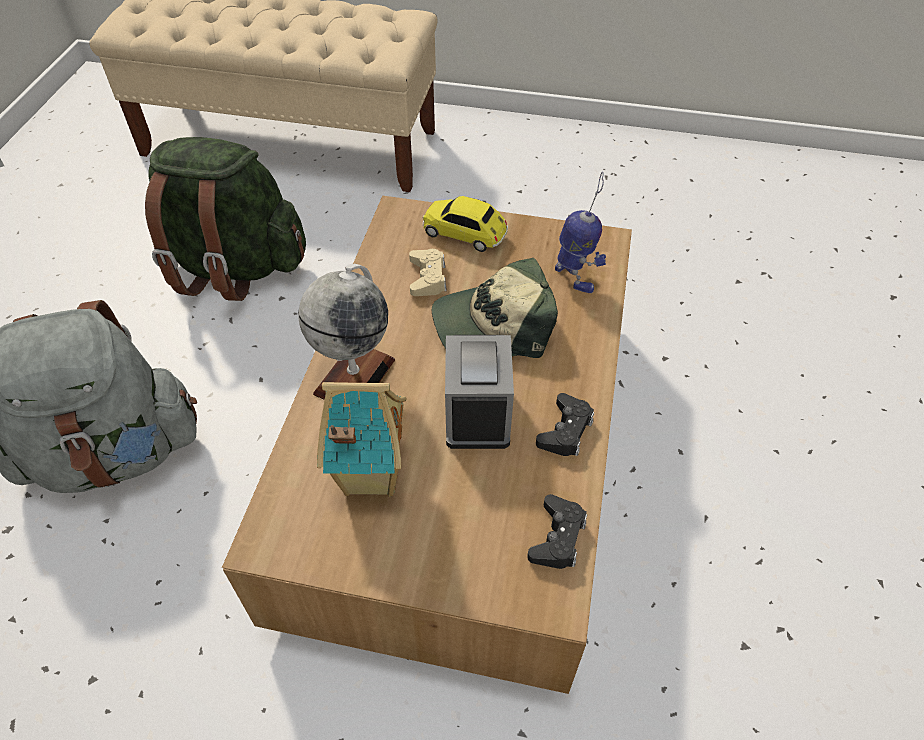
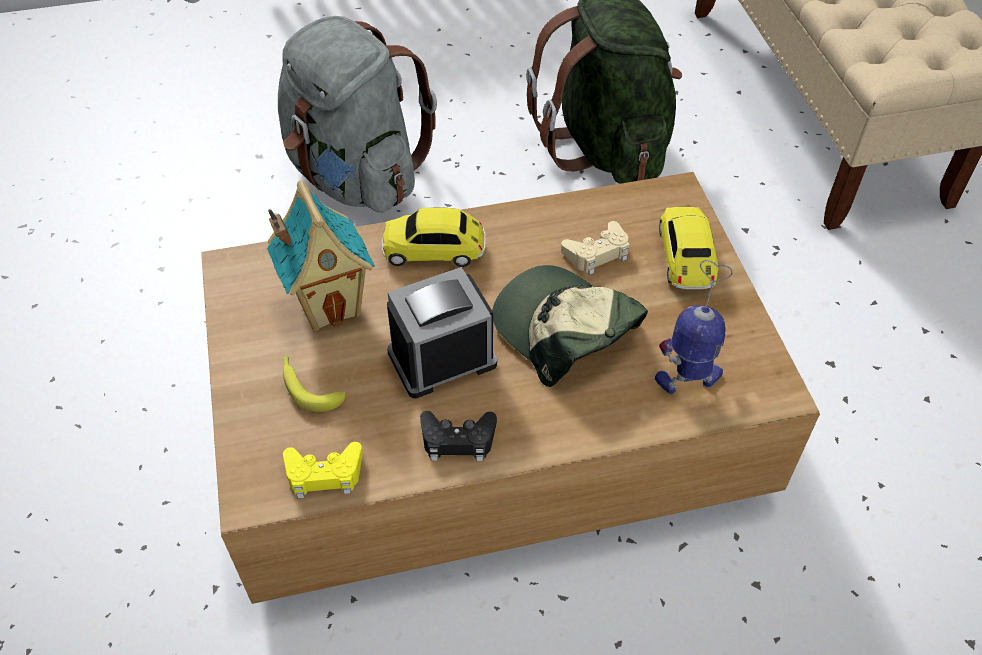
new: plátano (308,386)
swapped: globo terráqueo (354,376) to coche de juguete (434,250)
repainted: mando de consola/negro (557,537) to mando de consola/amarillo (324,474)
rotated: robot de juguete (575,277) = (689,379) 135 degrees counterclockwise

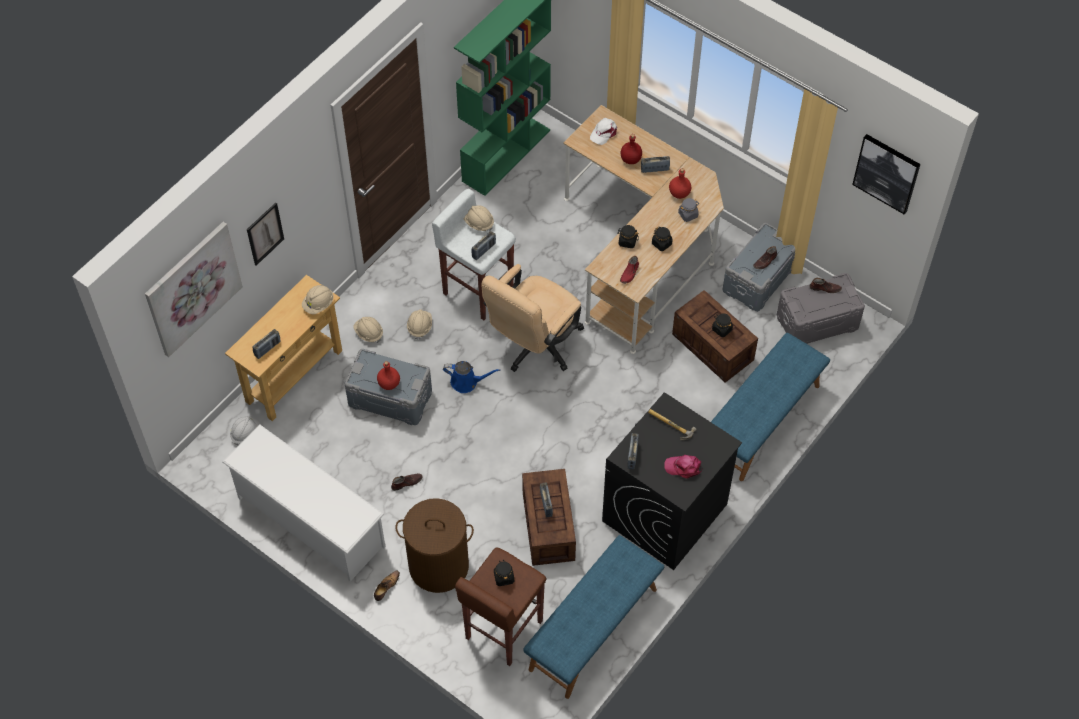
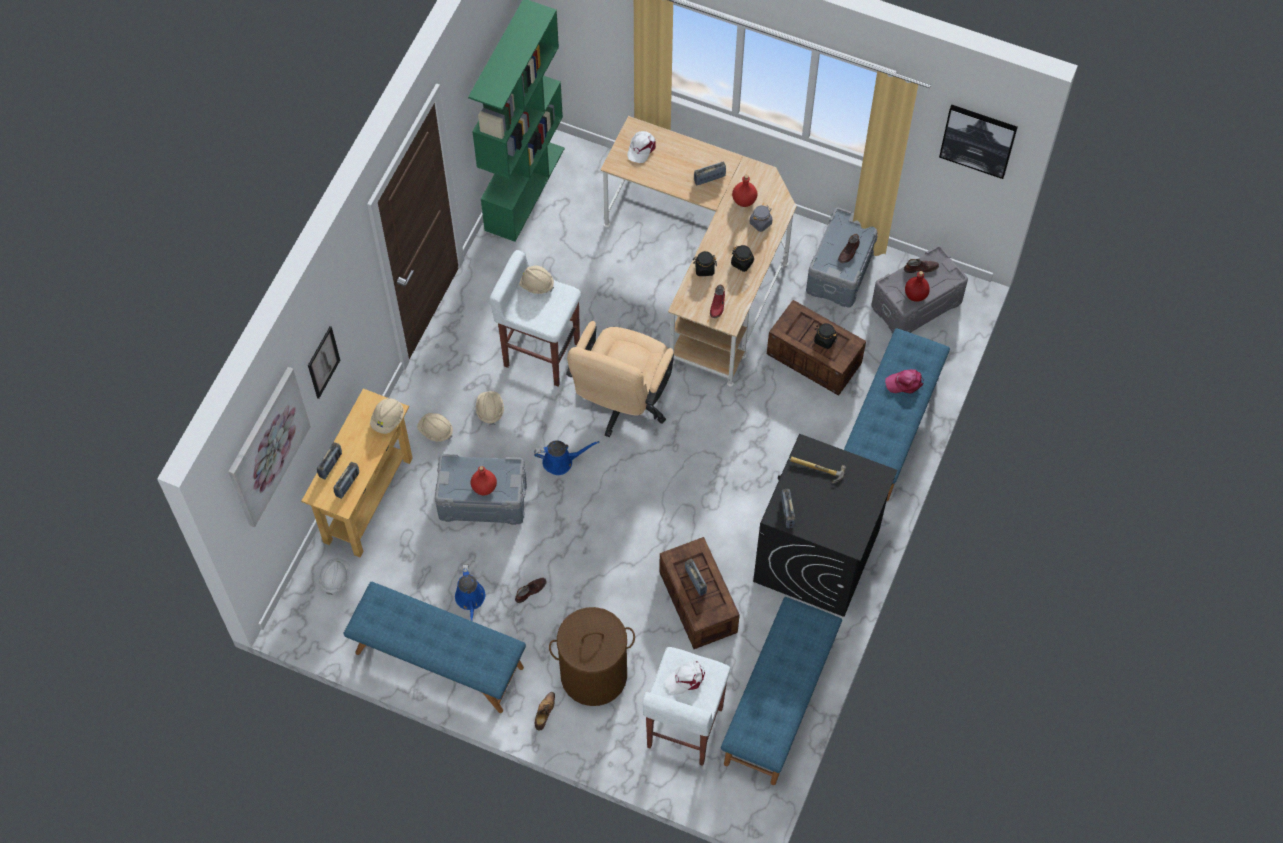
new: regadera/azul (470,599)
shifted: radio (484,250) to (330,465); botella/rojo (631,159) to (916,295); gorra/rosa (683,467) to (905,383)
swapped: zapatero/blanco (310,521) to banco/azul (438,660); tarro/negro (504,577) to gorra/blanco (686,678)
repainted: taburete/marrón (502,630) to taburete/blanco (683,728)

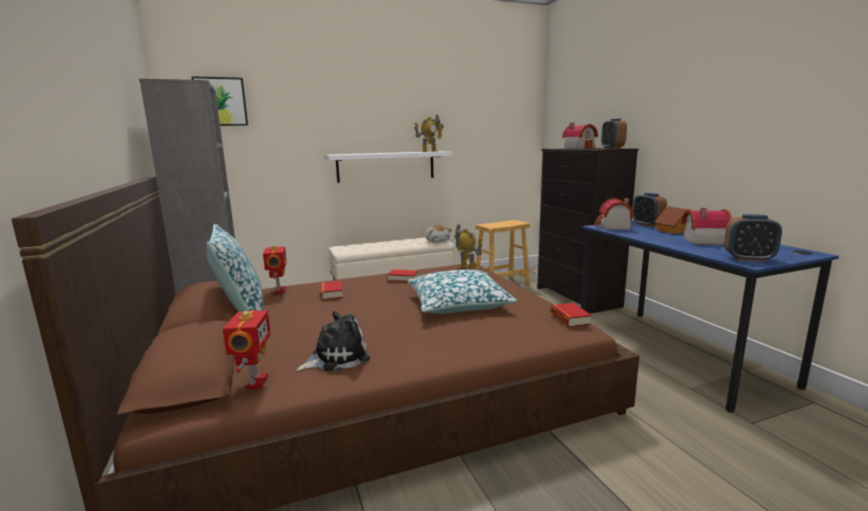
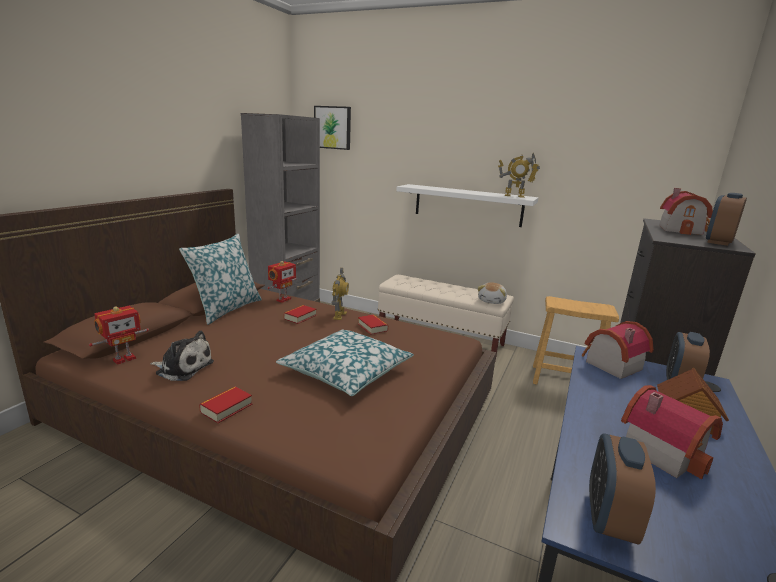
shifted: robot de juguete (468,268) to (339,315); libro (570,319) to (226,408)
rotated: despertador (748,259) = (609,518) 45 degrees clockwise

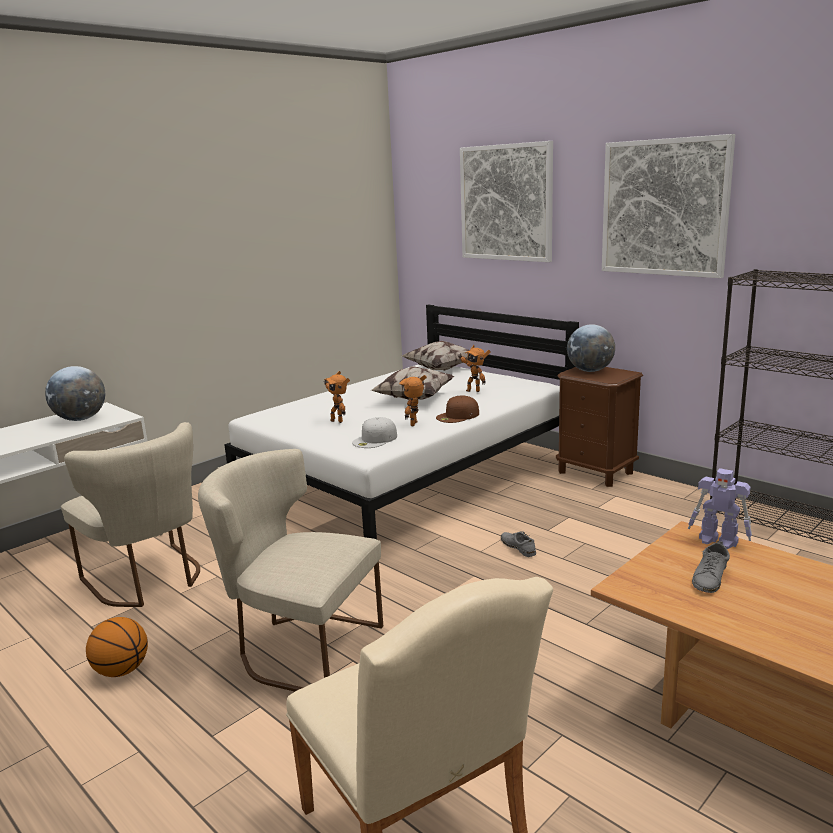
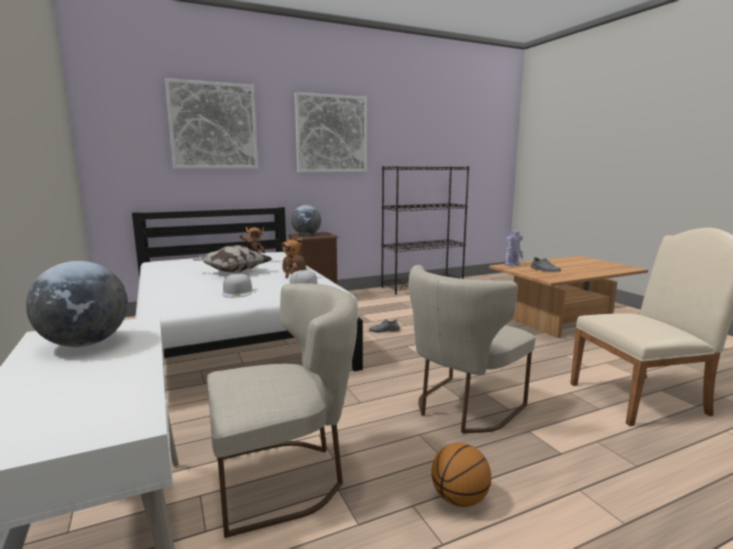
gone: cojín (441,368)
swapped: robot de juguete (338,421) to gorra/blanco (237,292)

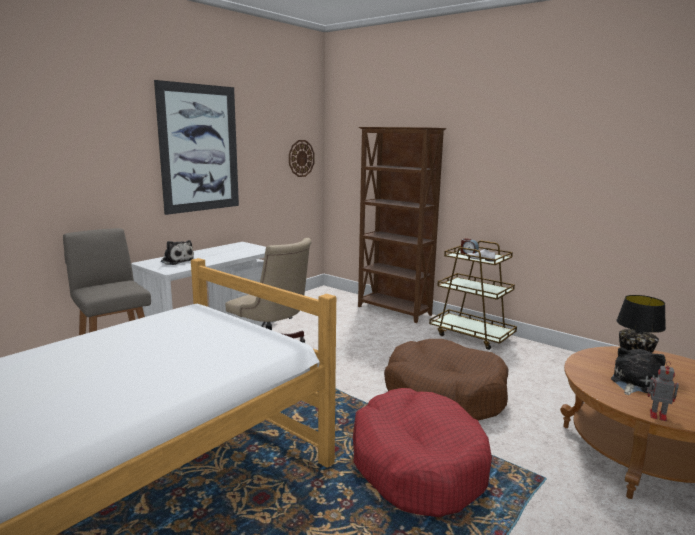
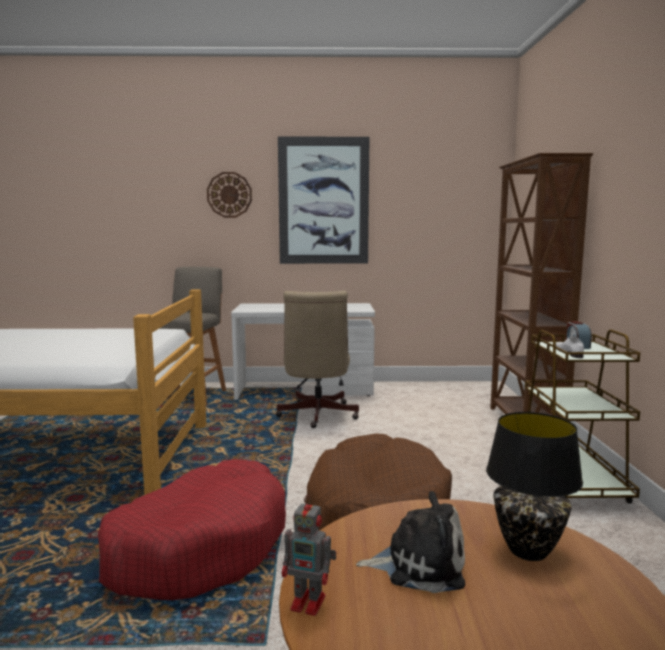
gone: peluche (177,261)
shifted: reloj de pared (301,158) to (229,195)
rotated: robot de juguete (656,415) = (310,603) 120 degrees clockwise

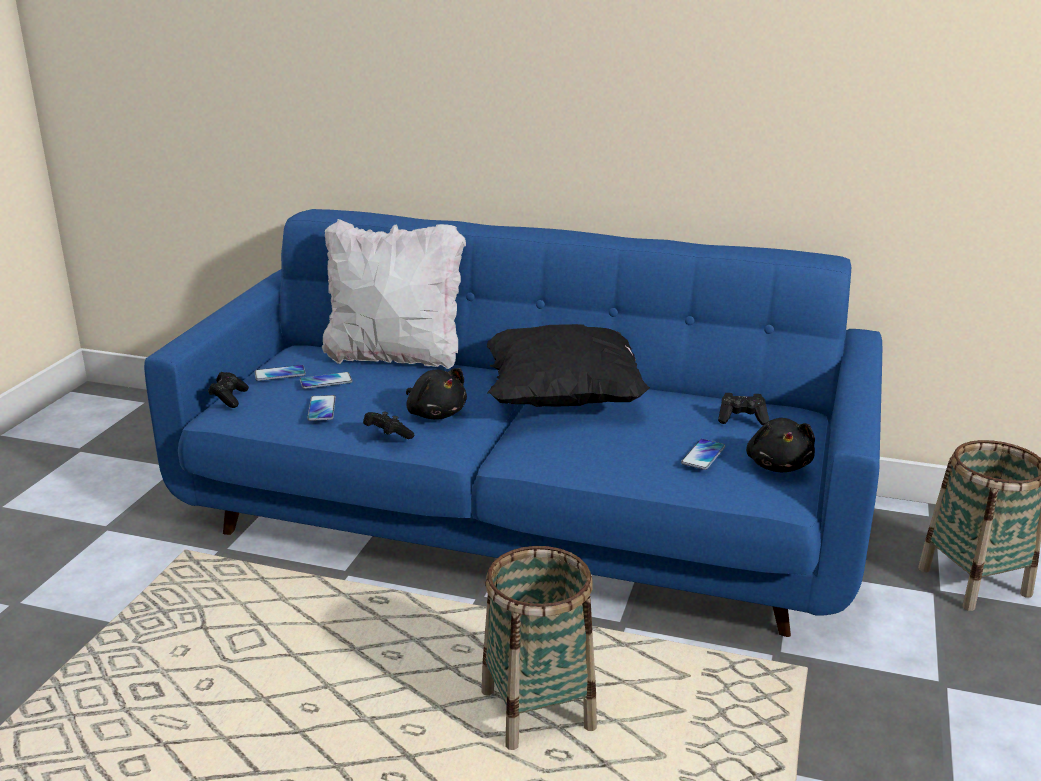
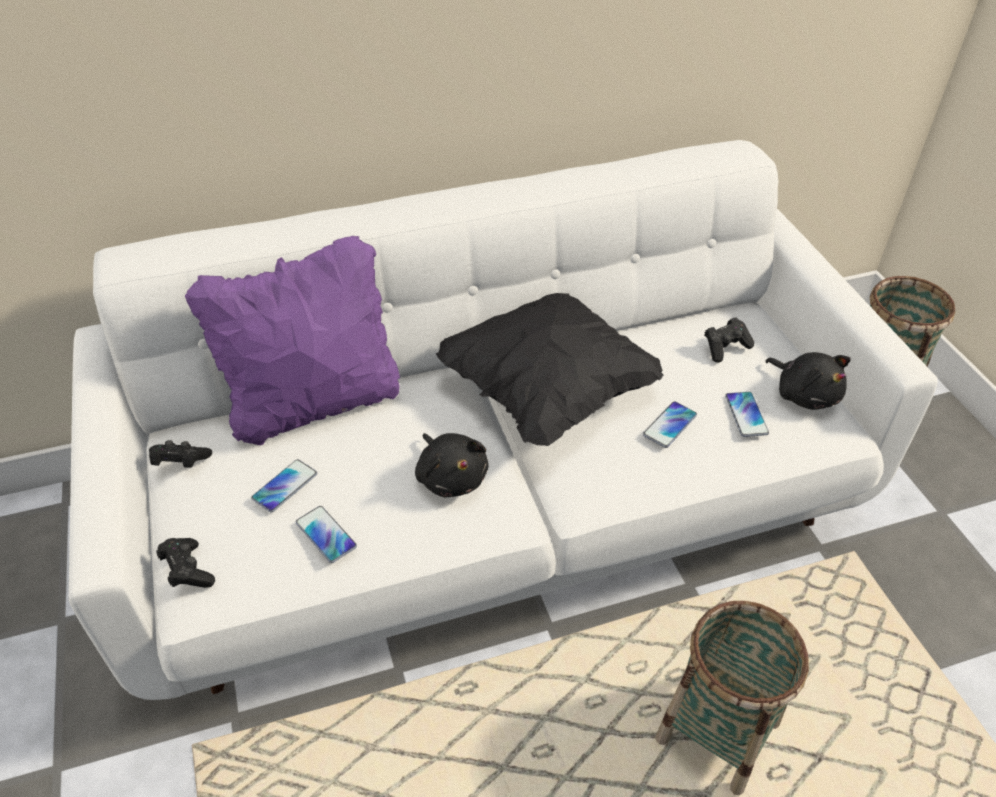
shifted: móvil (280,374) to (670,425); mando de consola/negro (387,435) to (180,463)
repainted: sofá/azul (522,519) to sofá/blanco (498,504); cojín/blanco (395,357) to cojín/morado (315,404)
rotated: peluche/negro (435,413) = (451,477) 45 degrees clockwise

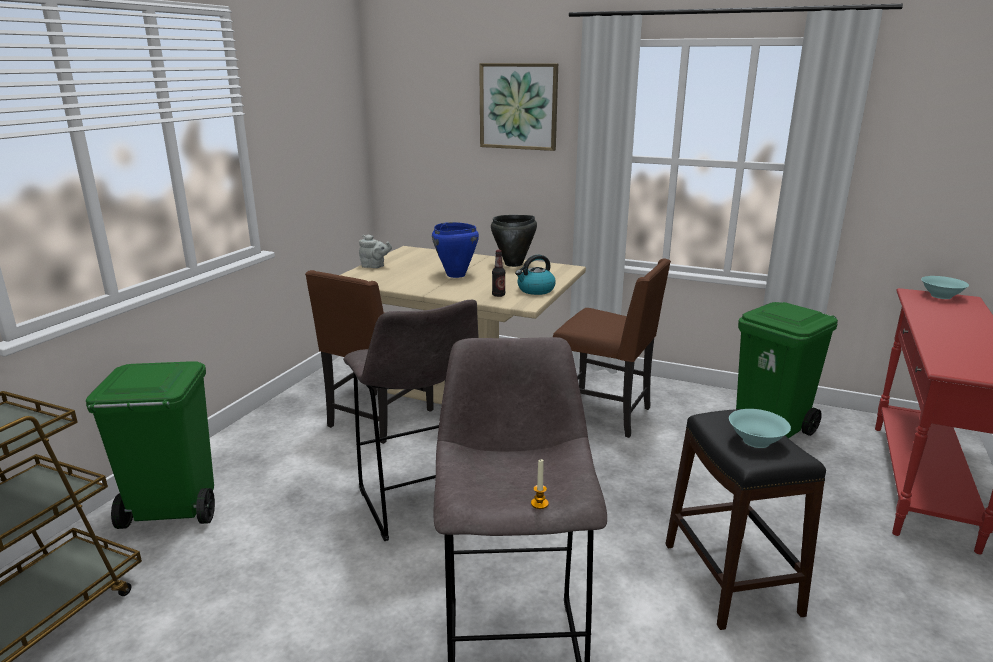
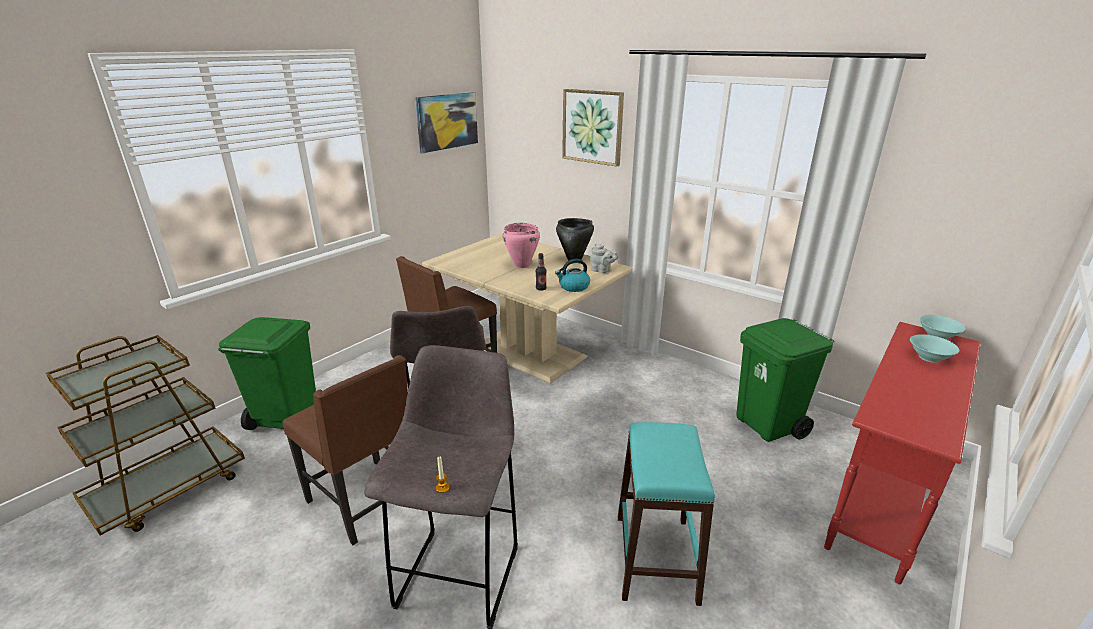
new: cuadro (447,121)
shifted: tetera/gris (374,266) to (602,270); silla/marrón (605,414) to (366,502); cuenco/turquesa (757,441) to (929,358)
repainted: olla/azul (456,275) to olla/rosa (521,265); taburete/negro (731,578) to taburete/turquesa (656,557)

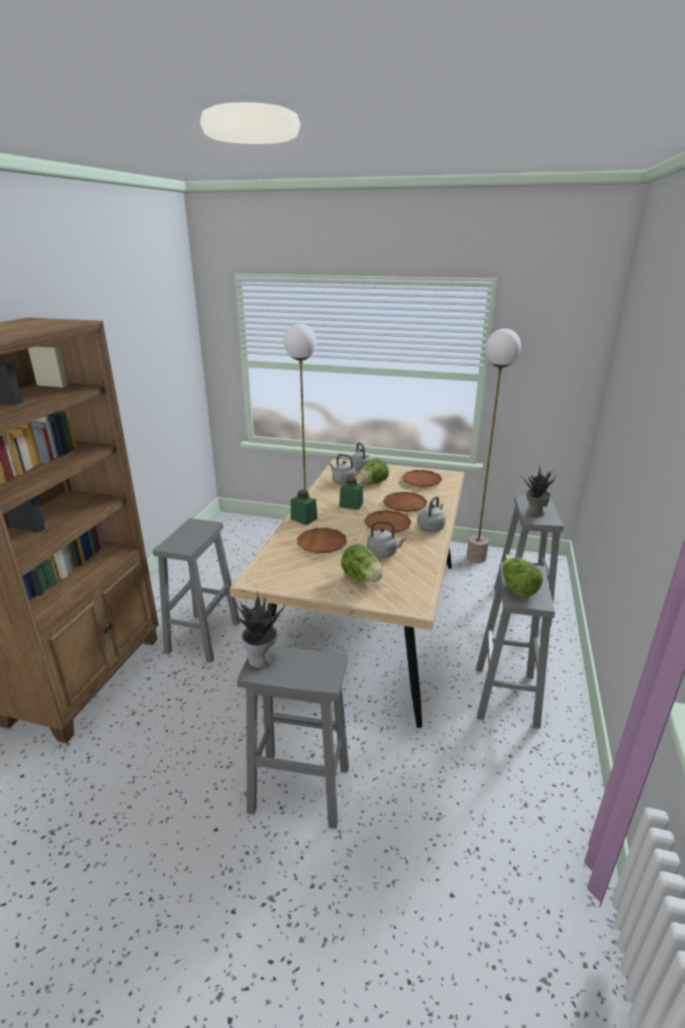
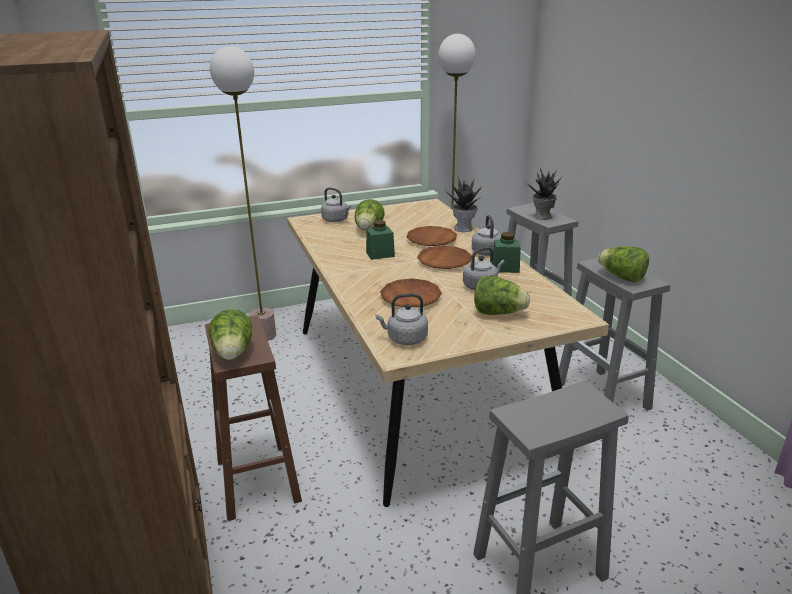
gone: plato/marrón (421,481)
new: lechuga (233,354)
shifted: planta en maceta (262,659) to (464,229); tarro/verde (304,519) to (505,268); hervidor/gris (342,481) to (405,339)
repainted: taburete/gris (204,636) to taburete/marrón (257,479)

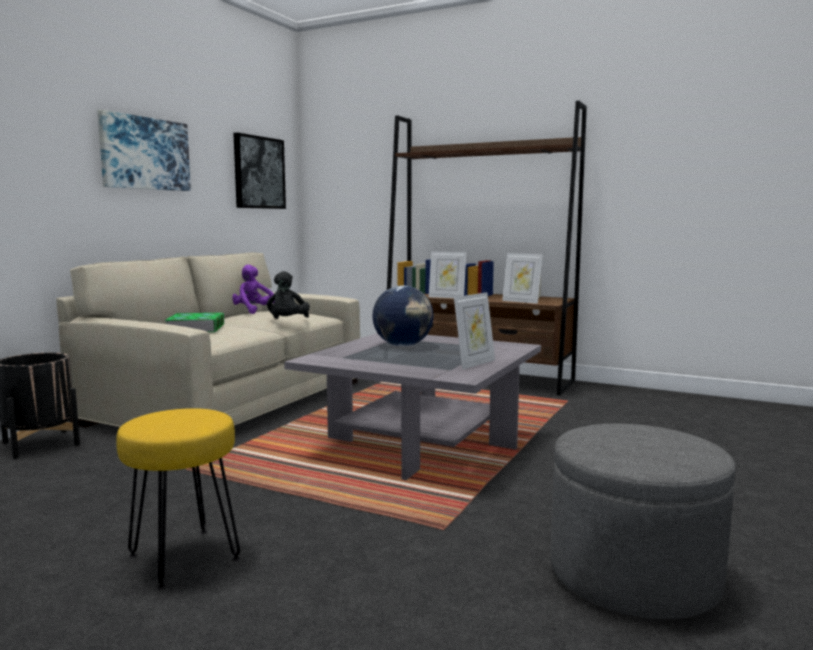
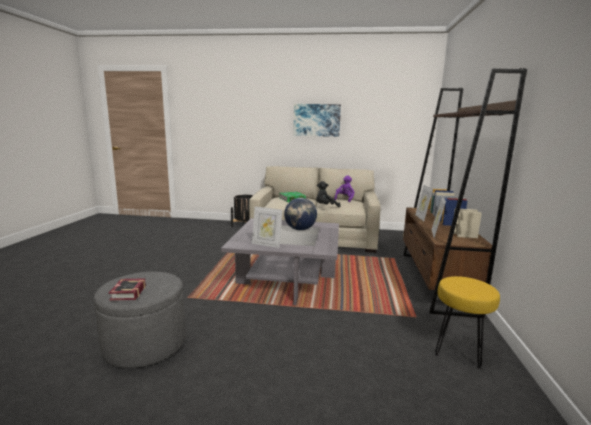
gone: cuadro (259,172)
new: libro (127,293)
shifted: taburete/amarillo (183,558) to (458,350)

